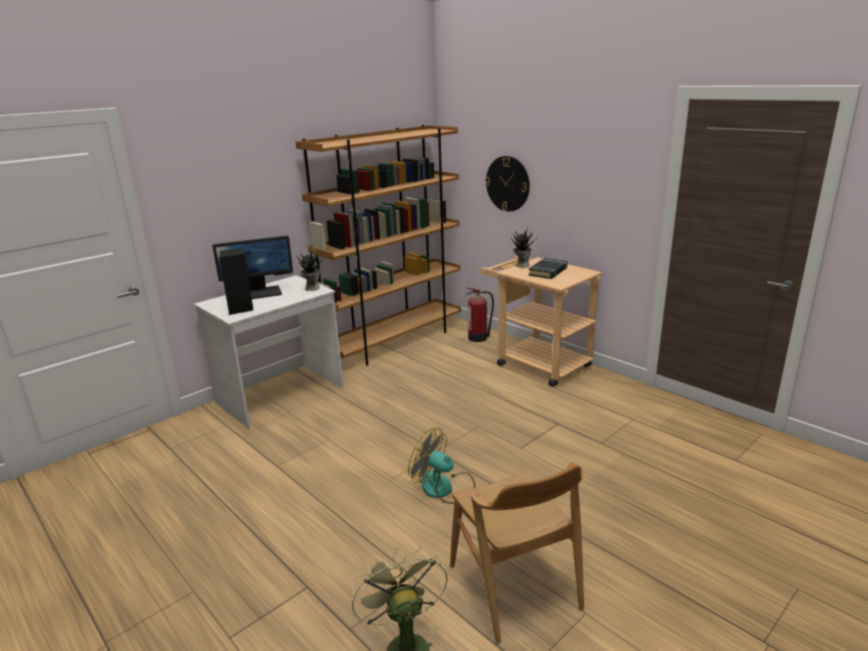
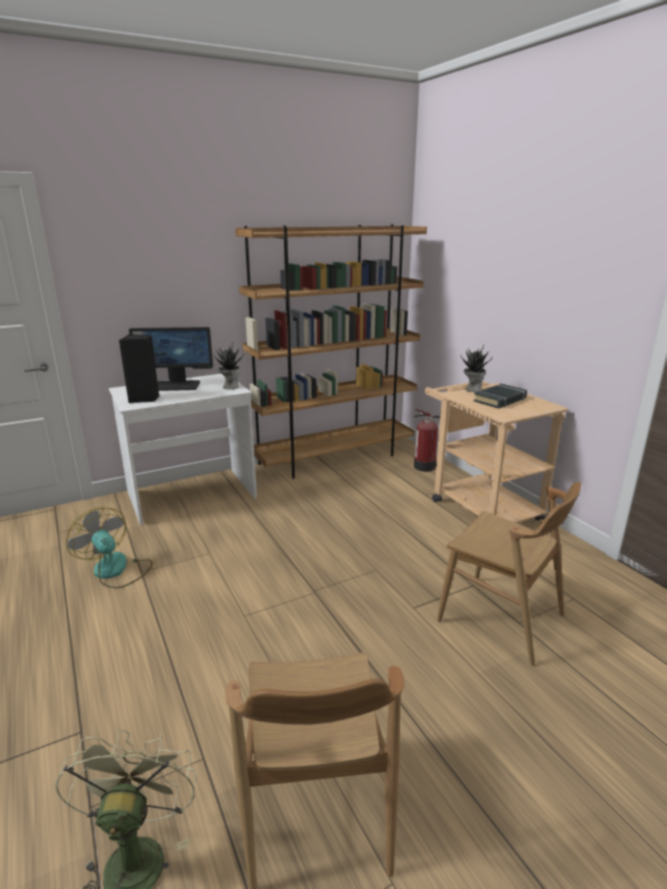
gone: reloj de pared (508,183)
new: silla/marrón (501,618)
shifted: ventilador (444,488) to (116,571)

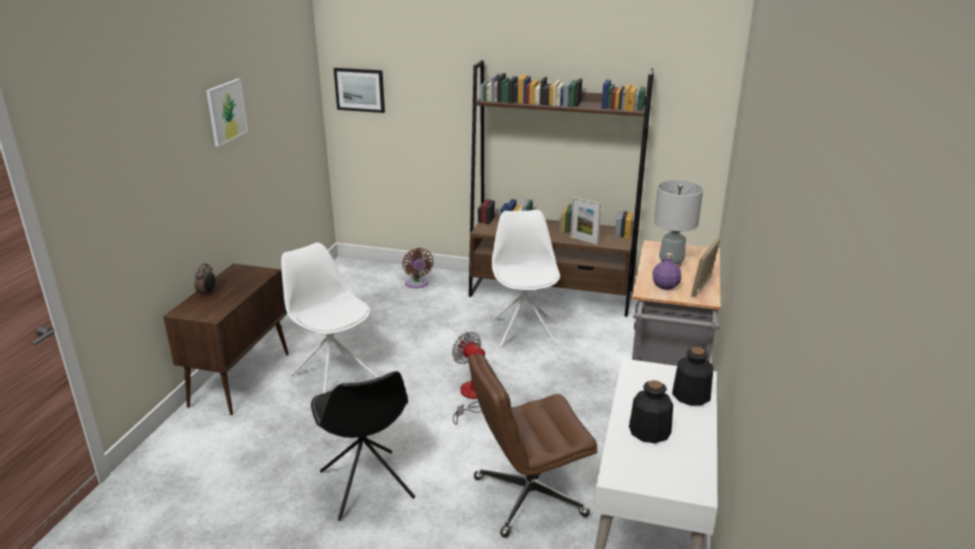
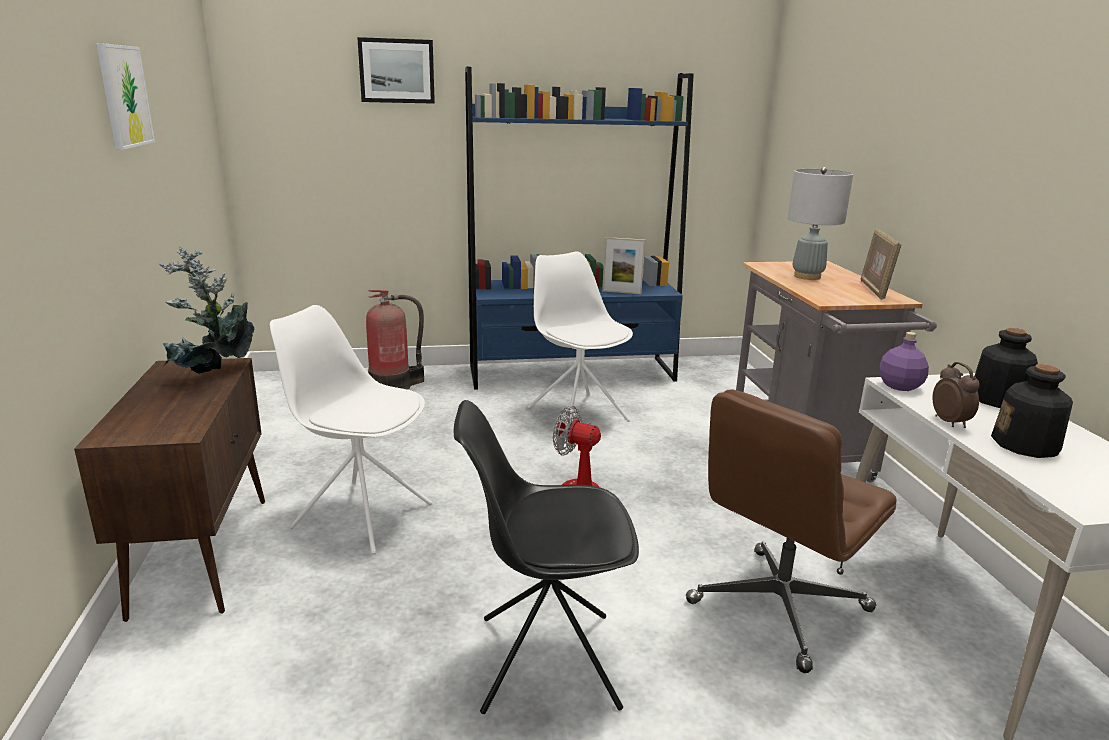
new: planta en maceta (215,375)
shifted: despertador (208,294) to (950,422); cuadro (360,90) to (397,71); botella/morado (665,286) to (900,386)
swapped: ventilador/marrón (417,284) to extintor (393,386)
repainted: estantería/marrón (551,295) to estantería/azul (572,373)
rotated: silla/negro (366,486) = (544,661) 135 degrees clockwise

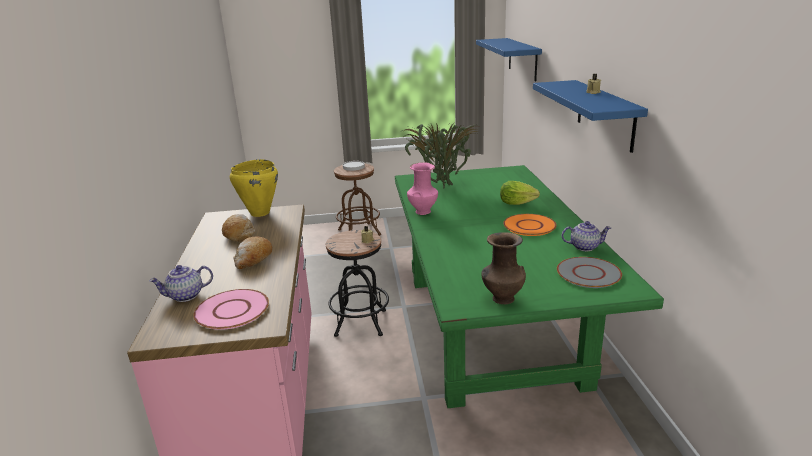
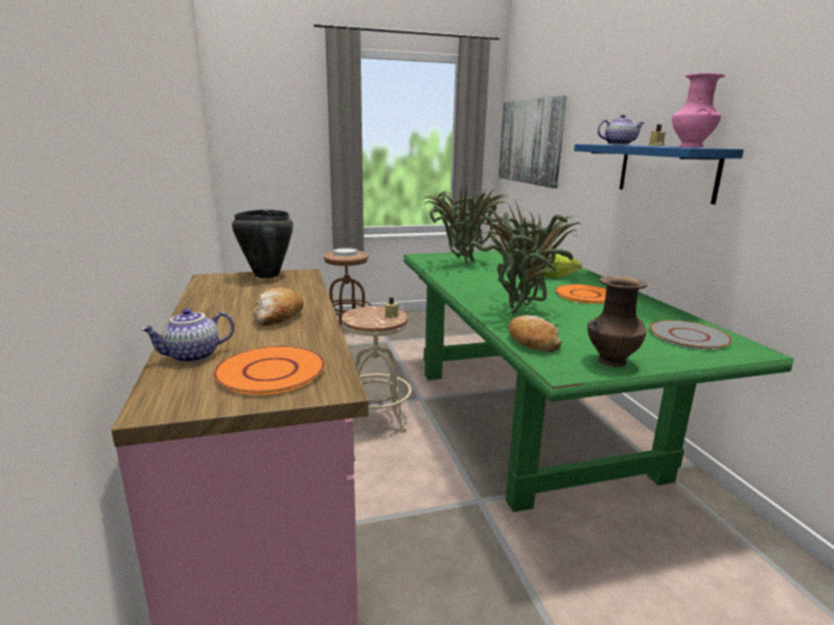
new: planta en maceta (523,311)
shifted: pan (239,234) to (531,342); florero/rosa (423,211) to (690,147); tetera (584,247) to (618,144)
swapped: estante/azul (522,58) to cuadro (530,142)
repainted: plato/rosa (231,310) to plato/naranja (270,372); olla/amarillo (259,213) to olla/negro (266,275); taburete/negro (360,323) to taburete/beis (375,417)

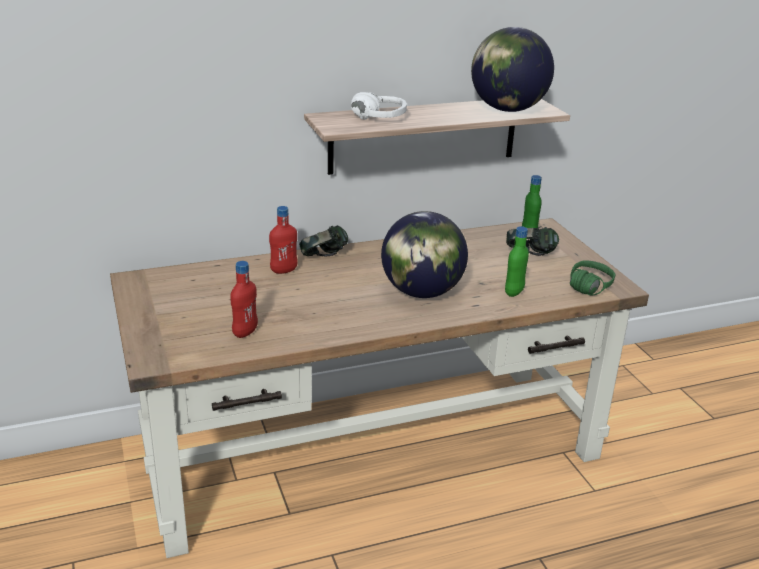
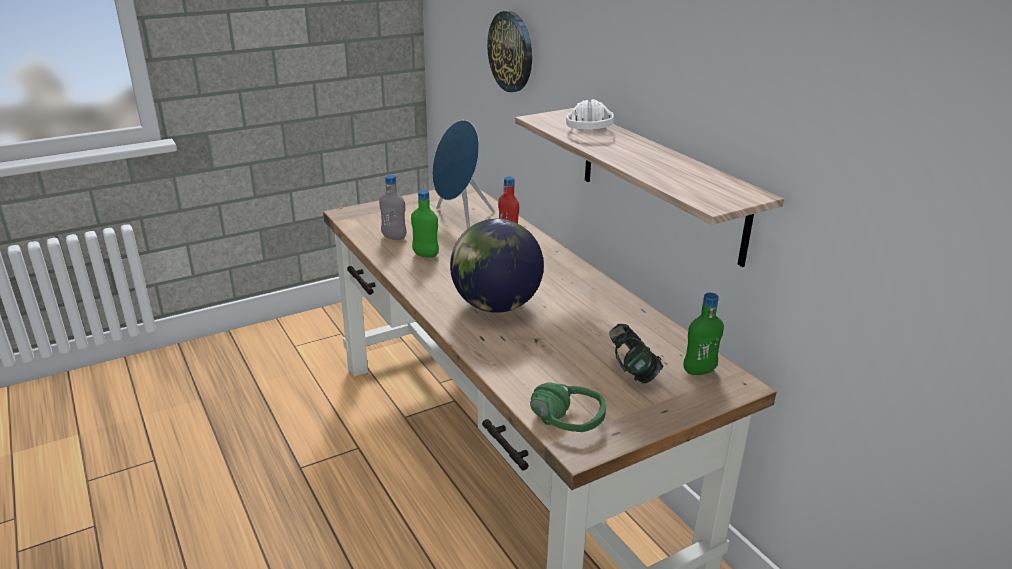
gone: auriculares (324,258); globo terráqueo (507,110)
new: altavoz/azul (460,219); reloj de pared (511,51)
shifted: botella/verde (514,292) to (425,255)
repainted: botella/rojo (245,332) to botella/gris (394,237)

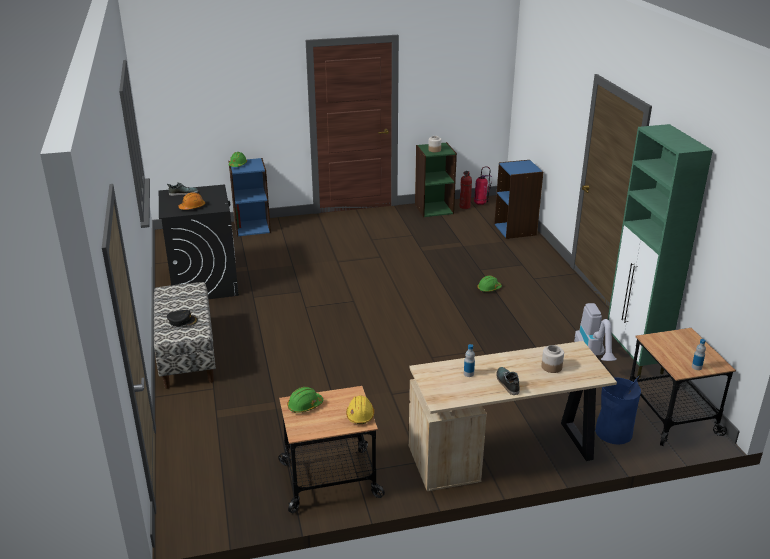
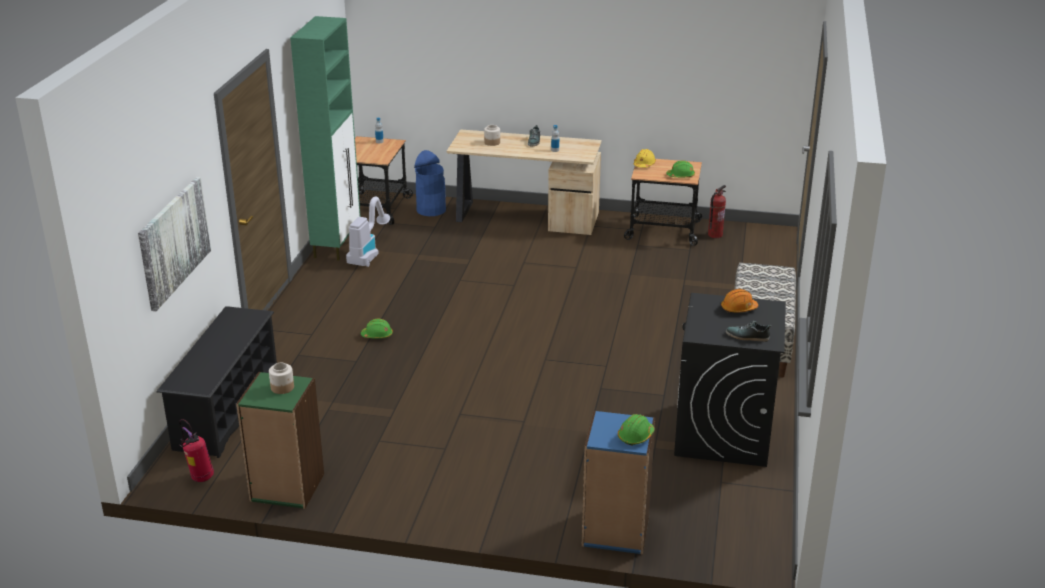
gone: gorra/negro (182,321)
new: cuadro (174,242)
shifted: extintor (465,207) to (715,235)
swapped: estantería/azul (515,229) to zapatero/negro (226,409)

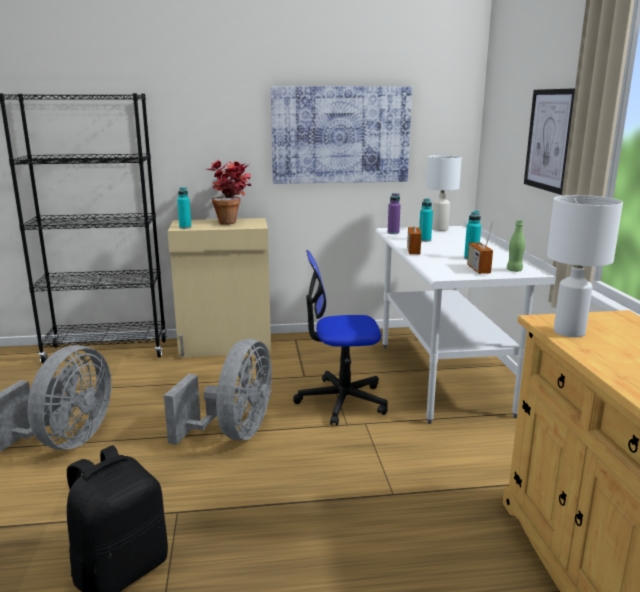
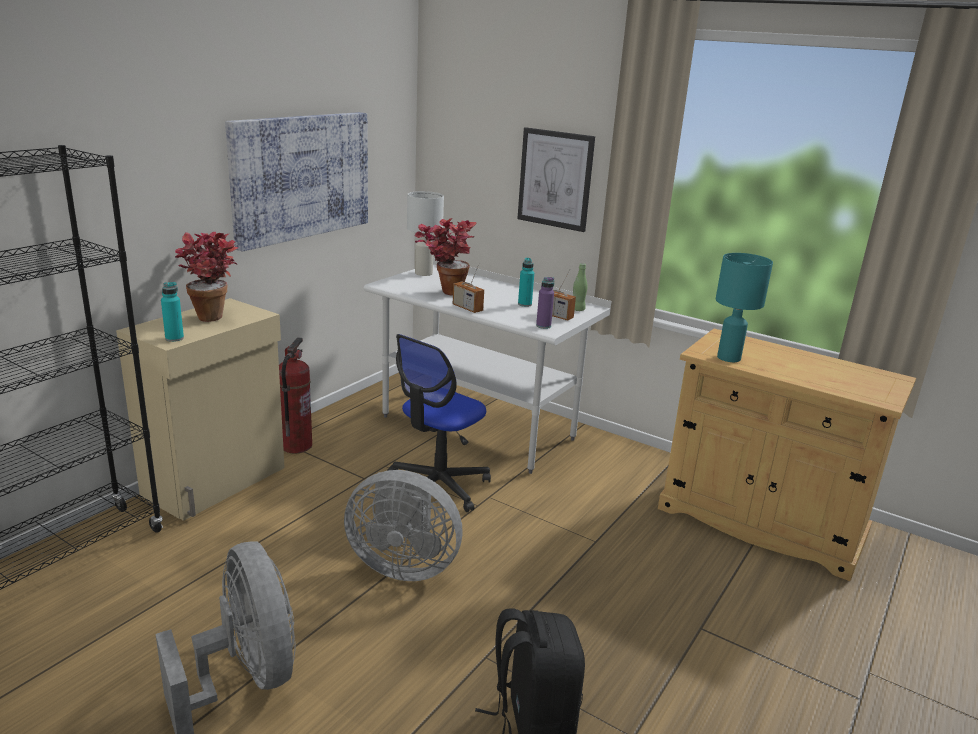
new: extintor (296,446)
shifted: botella/morado (393,233) to (543,326)
swapped: botella/turquesa (424,240) to planta en maceta (444,291)
repainted: lámpara de mesa/blanco (568,332) to lámpara de mesa/turquesa (729,358)
rotated: ventilador/gris (234,433) = (403,565) 135 degrees clockwise

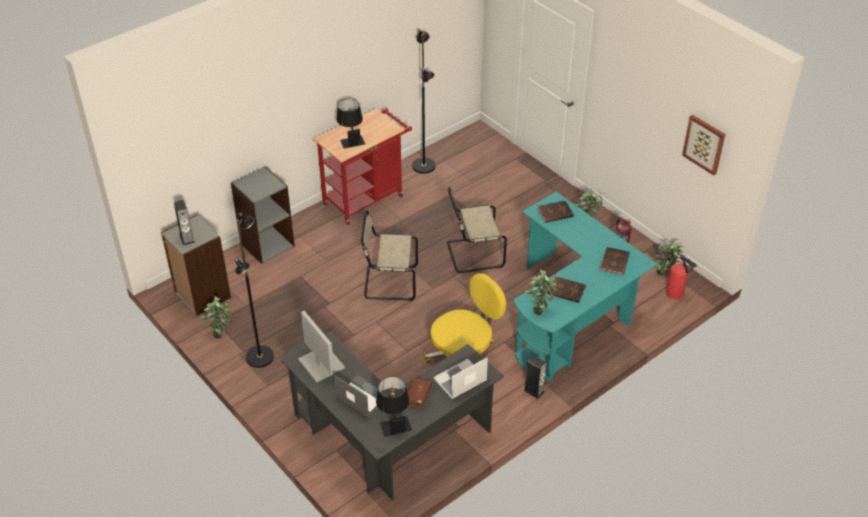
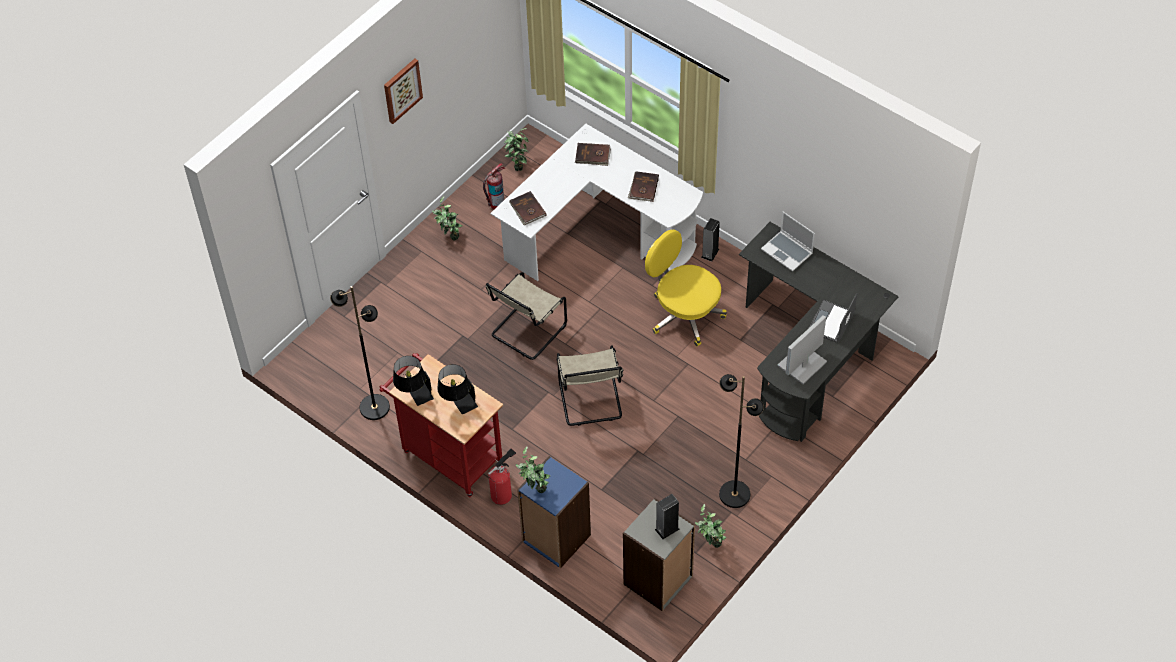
gone: libro/marrón (418,395)
shifted: lámpara de mesa/negro (393,421) to (414,395); planta en maceta (540,309) to (534,488); extintor (676,294) to (503,494); cuadro (704,144) to (402,90)
repainted: estantería/gris (267,244) to estantería/azul (555,538); escritorio/turquesa (572,316) to escritorio/blanco (599,234)
rotated: silla/beis (472,254) = (526,332) 60 degrees clockwise

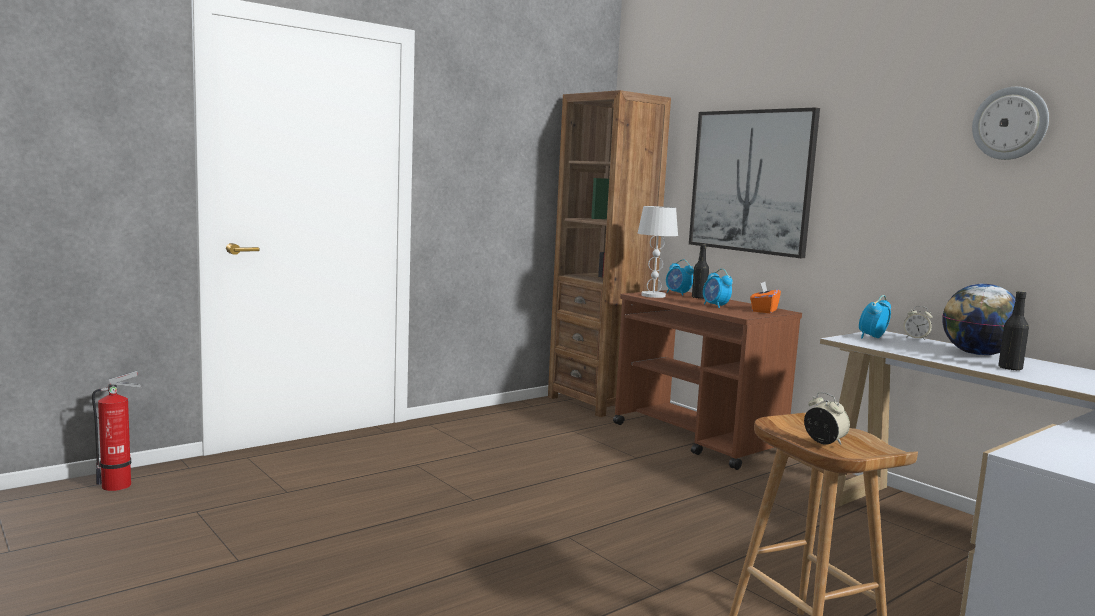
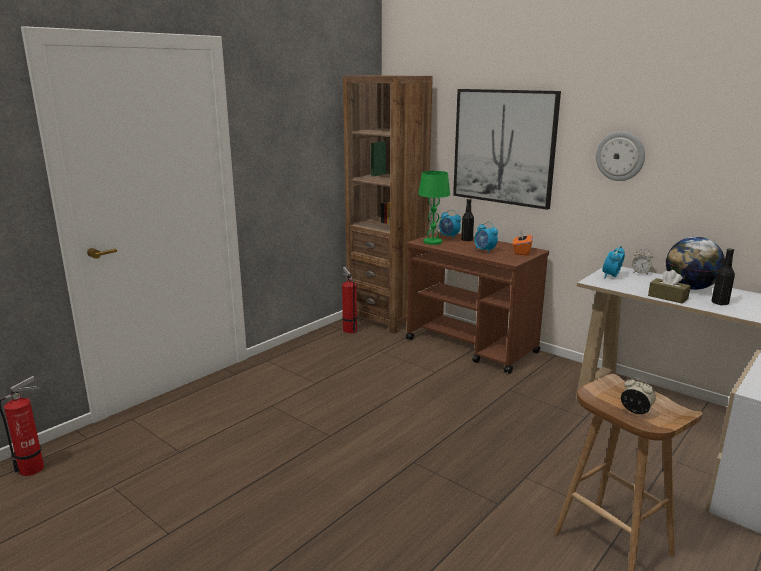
new: extintor (349,329); caja de pañuelos/marrón (667,297)
shifted: reloj de pared (1010,123) to (620,156)
repainted: lámpara de mesa/blanco (653,295) to lámpara de mesa/verde (432,242)

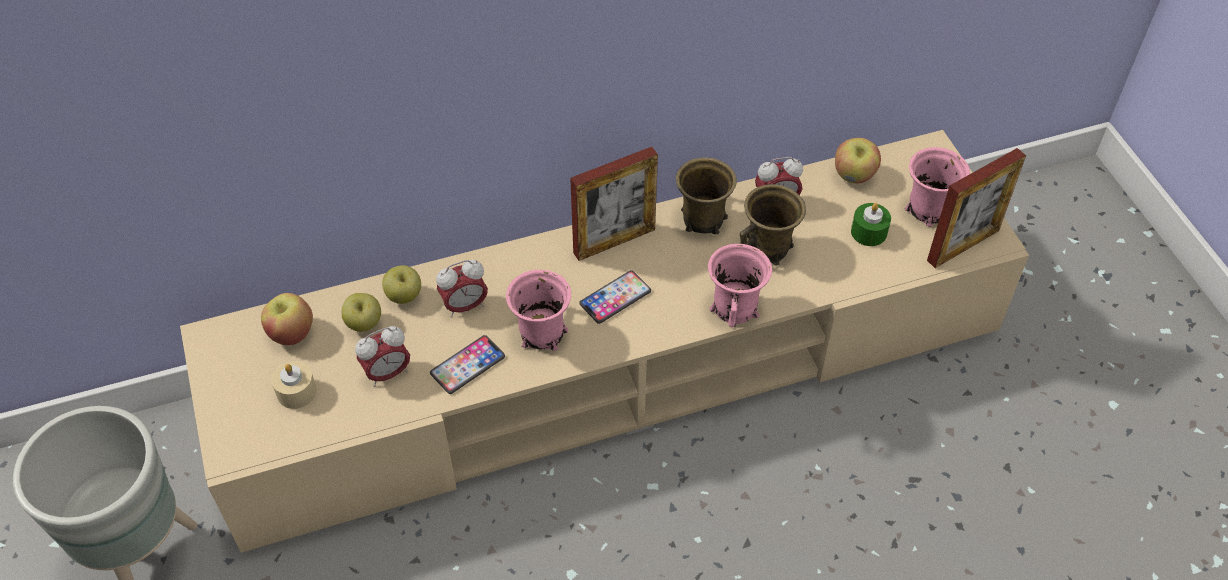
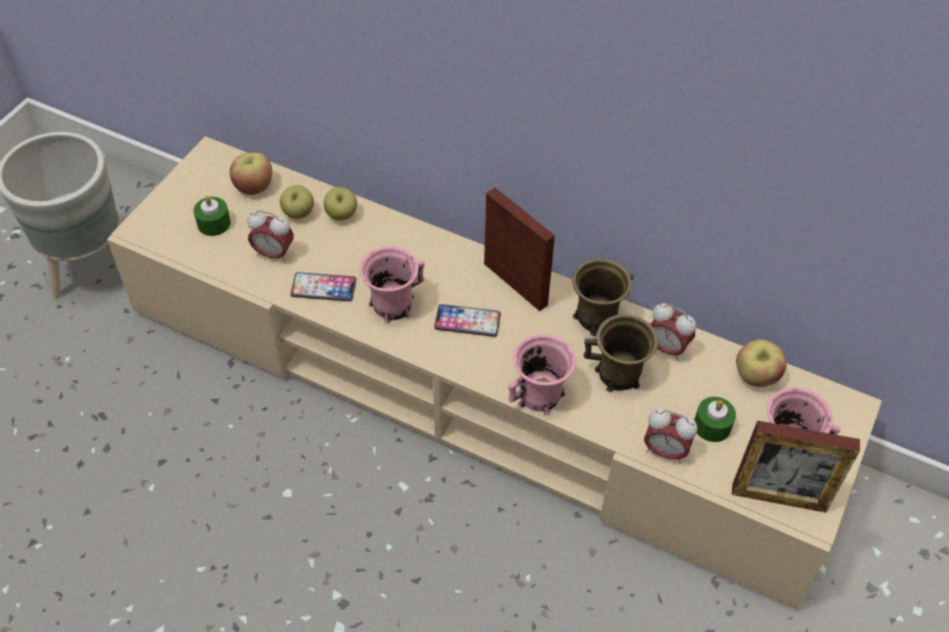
shifted: despertador (464,306) to (665,451)
repainted: vela/beis (296,392) to vela/verde (214,223)
rotated: portarretratos (614,241) = (515,284) 150 degrees counterclockwise

